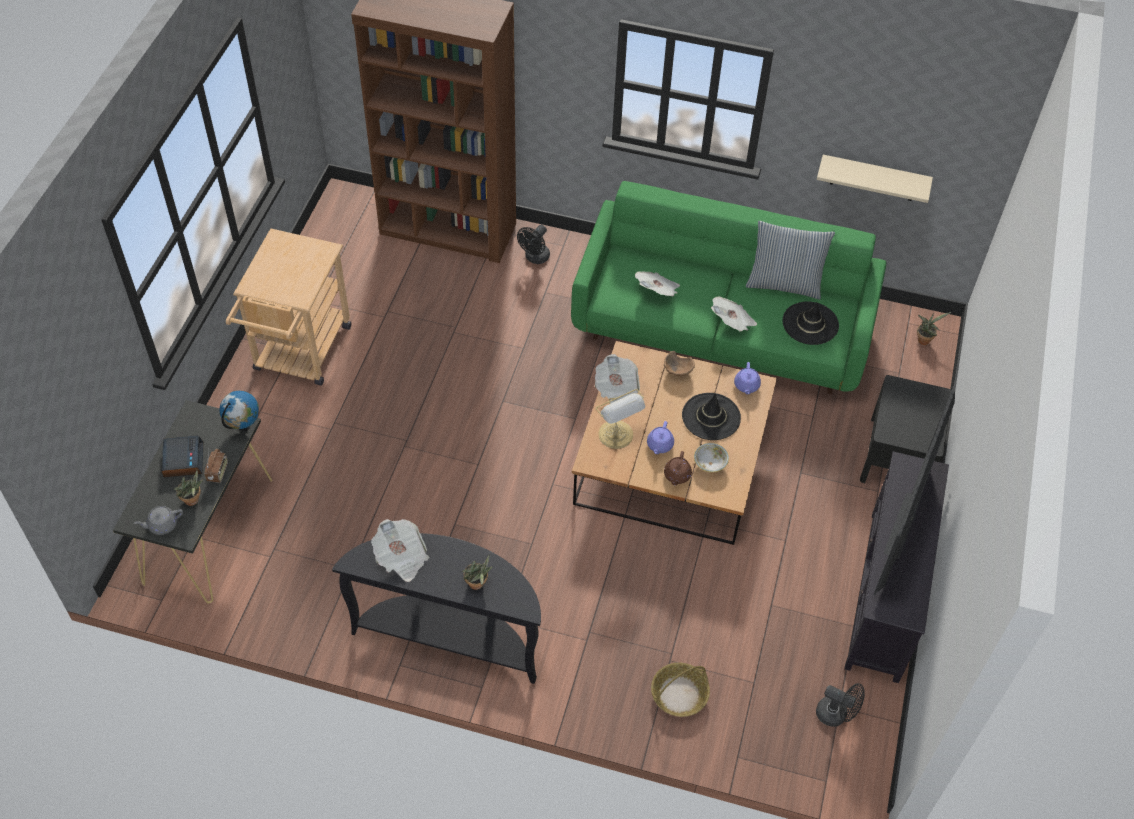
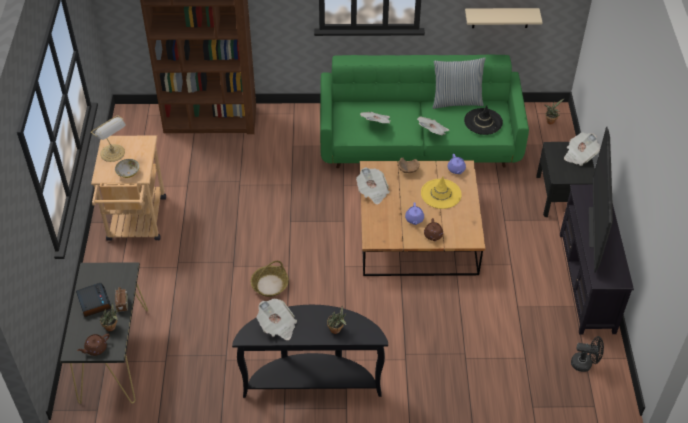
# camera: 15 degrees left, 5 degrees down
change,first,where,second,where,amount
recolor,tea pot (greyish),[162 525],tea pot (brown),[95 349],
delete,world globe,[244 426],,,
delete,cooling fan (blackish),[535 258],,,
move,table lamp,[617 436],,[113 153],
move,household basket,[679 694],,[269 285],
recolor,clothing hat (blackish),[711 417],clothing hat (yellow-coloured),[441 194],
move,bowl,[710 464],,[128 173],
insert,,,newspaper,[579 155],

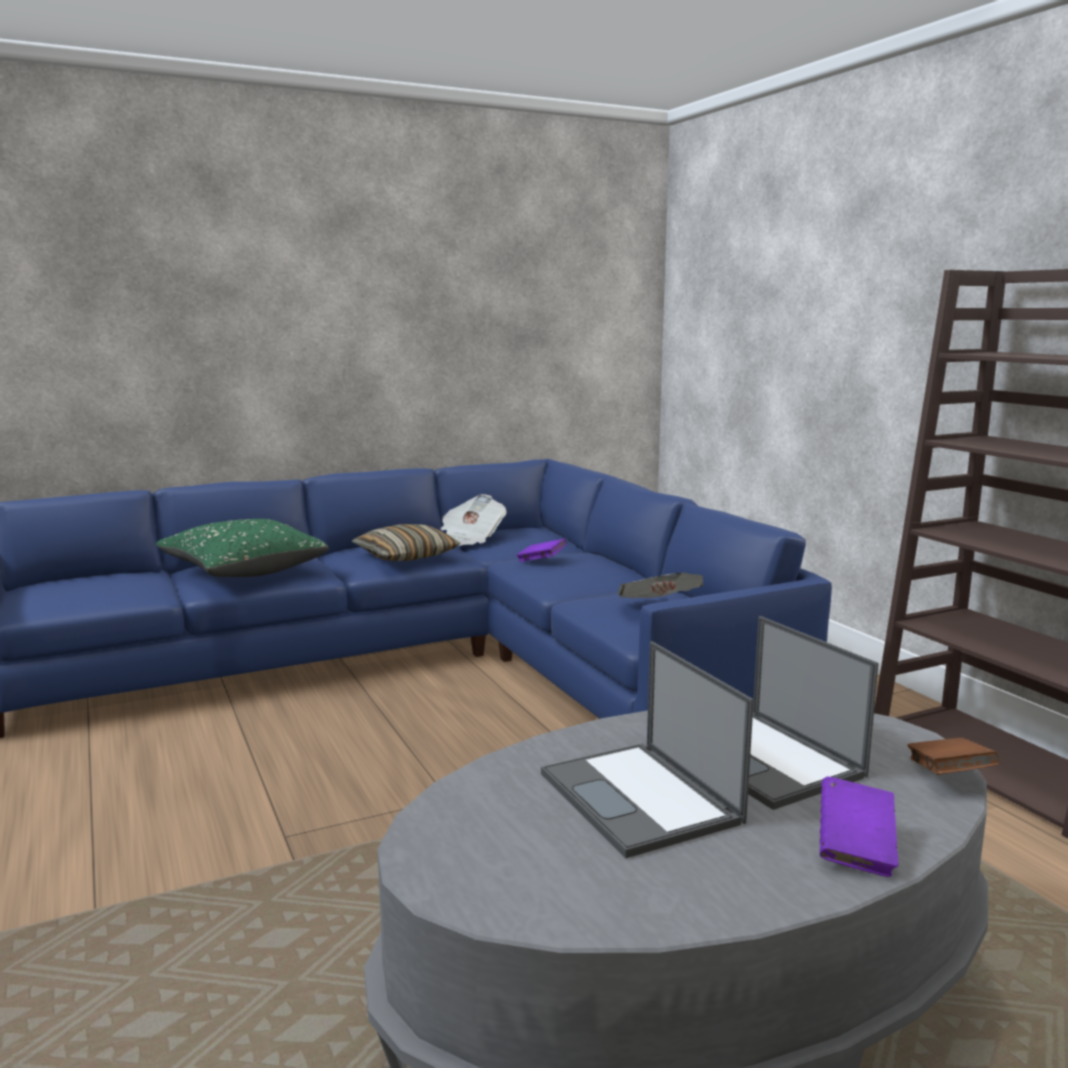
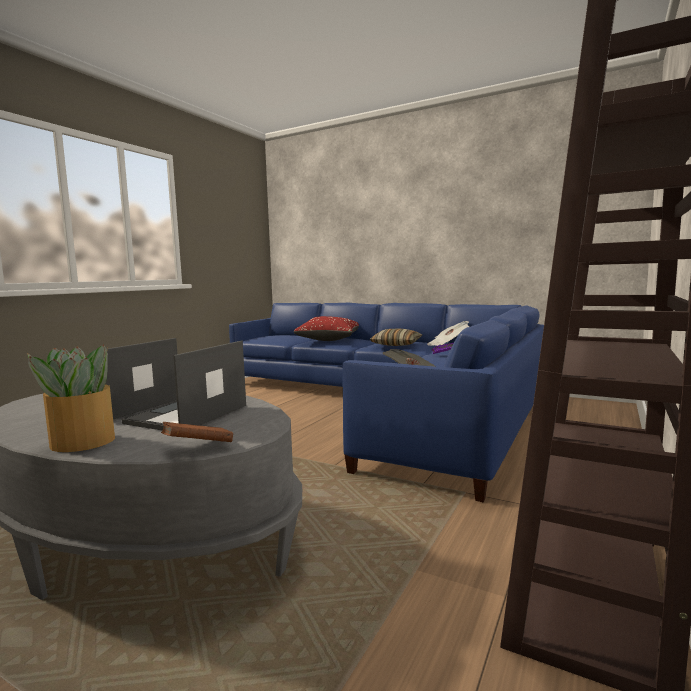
# camera: 55 degrees right, 5 degrees down
change,first,where,second,where,amount
recolor,cushion (green-coloured),[244 570],cushion (red-coloured),[329 340],
replace,volume (purple-coloured),[855 849],potted plant,[81 442],

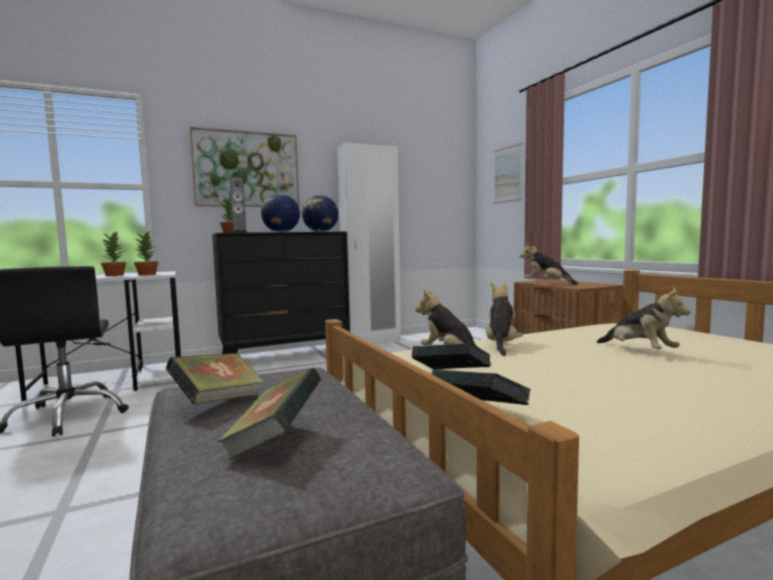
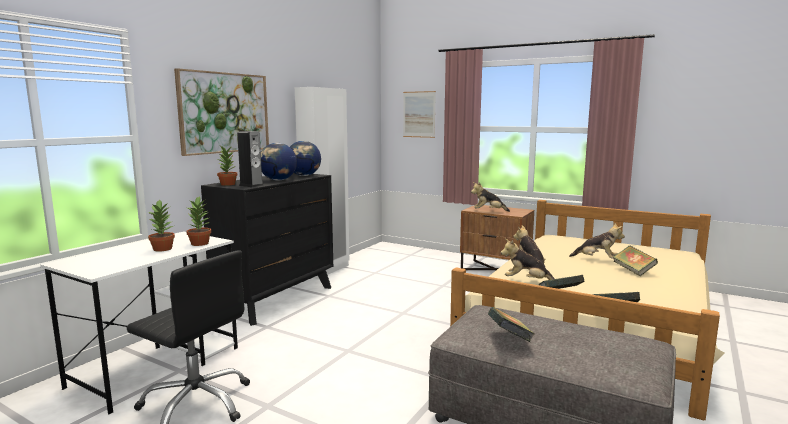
# camera: 35 degrees left, 5 degrees up
change,first,where,second,where,amount
move,volume,[275 441],,[633 271],

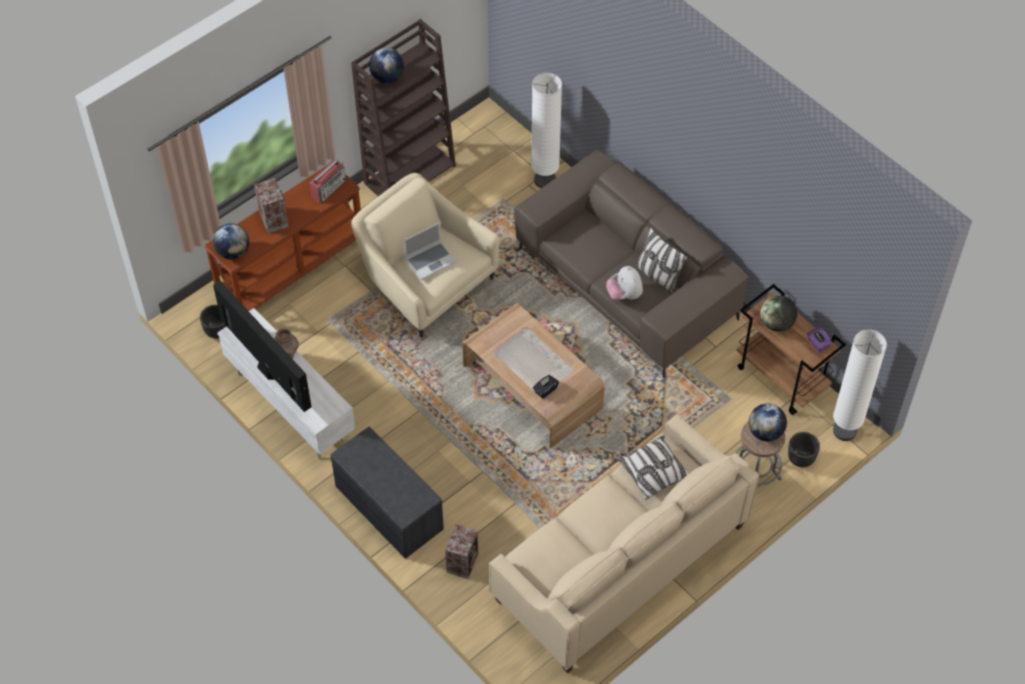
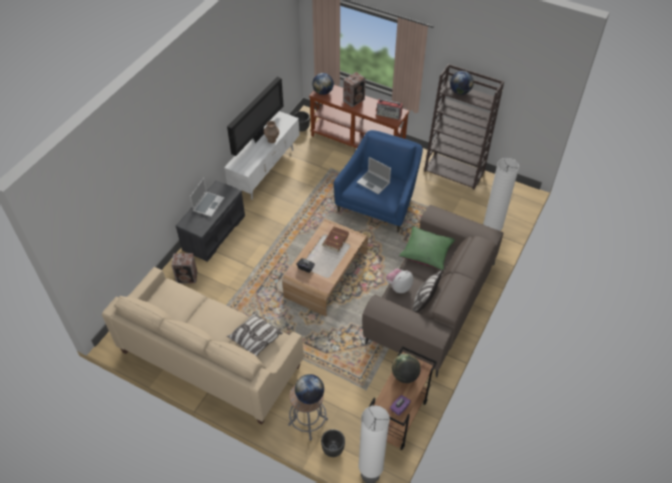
# camera: 70 degrees right, 5 degrees down
change,first,where,second,where,amount
recolor,lounge chair (beige),[424 281],lounge chair (blue),[379 201],
insert,,,portable computer,[208 204],
insert,,,volume (brown),[335 239],
insert,,,cushion (green-coloured),[426 252],

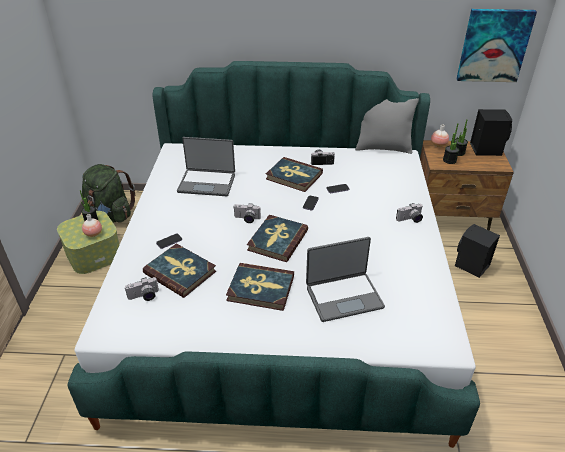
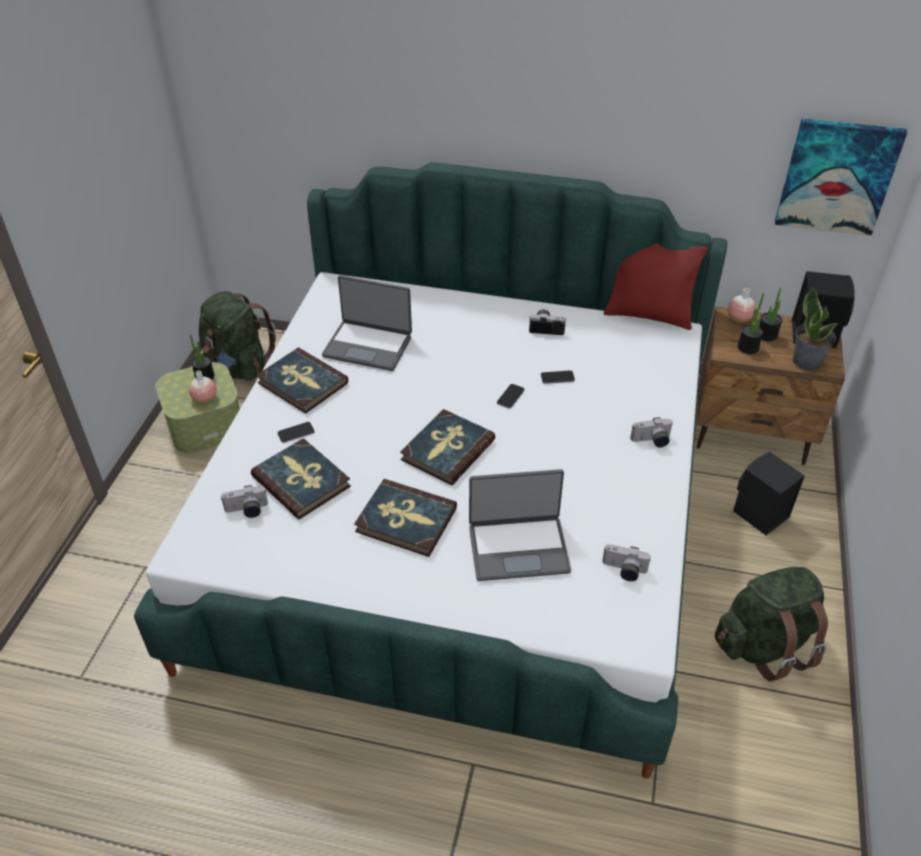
# camera: 10 degrees right, 5 degrees up
change,first,where,second,where,amount
move,photo camera,[246 219],,[623 571],
move,volume,[294 176],,[302 383],
recolor,cushion (greyish),[383 148],cushion (red-coloured),[648 315],
insert,,,backpack (green-coloured),[764 645],
insert,,,potted plant,[806 361],

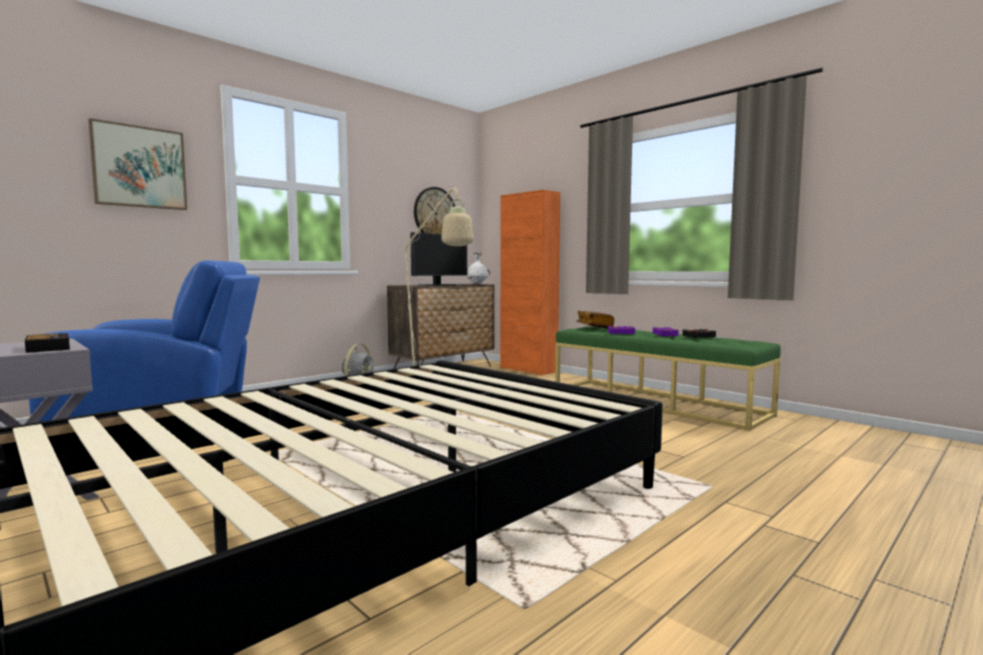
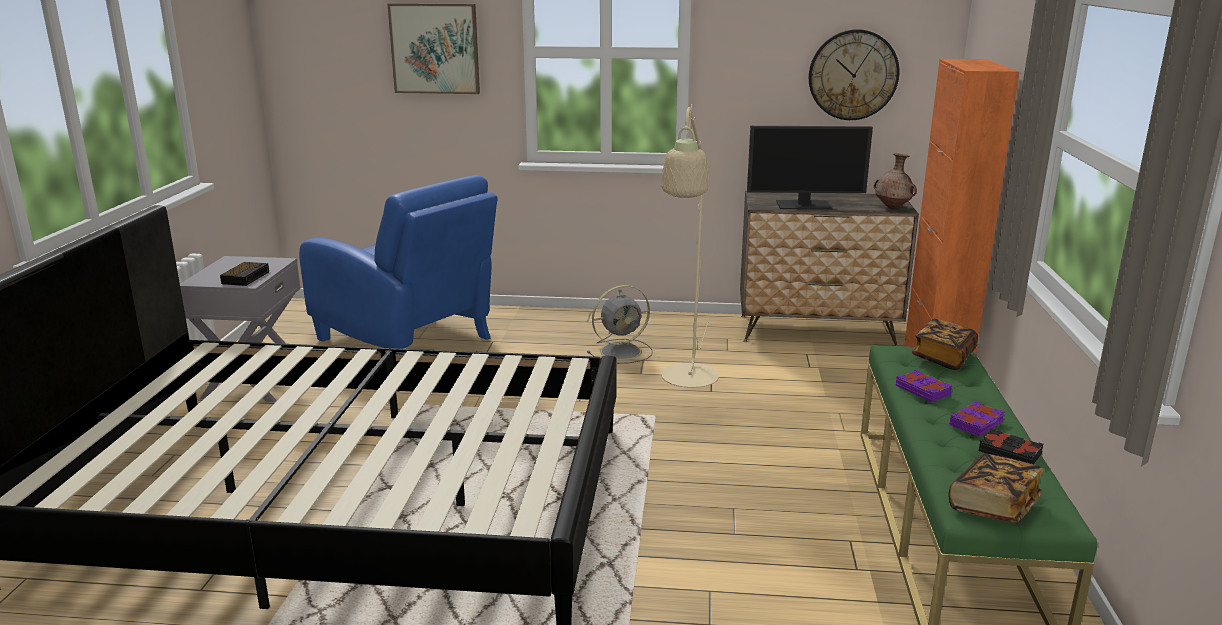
# camera: 50 degrees right, 15 degrees up
change,first,where,second,where,amount
recolor,flower vase (whitish),[477 284],flower vase (brown),[893 207],
insert,,,volume,[993 505],

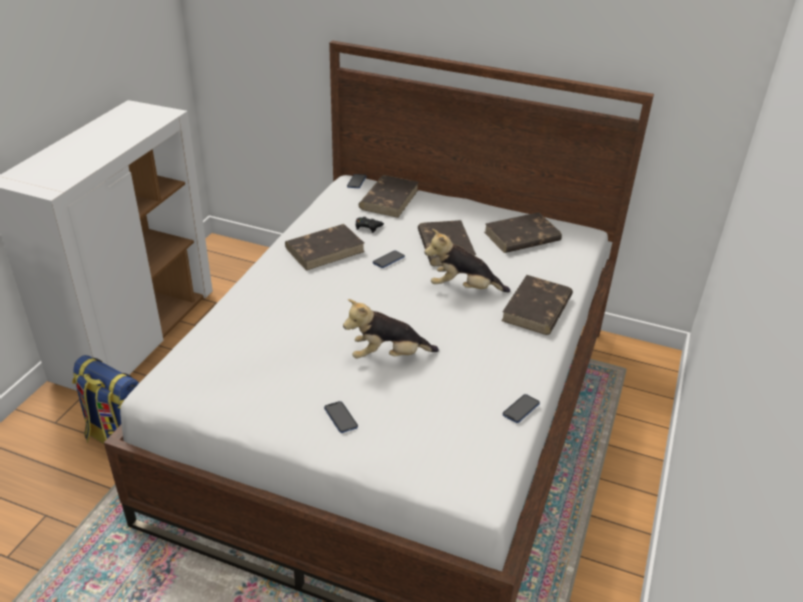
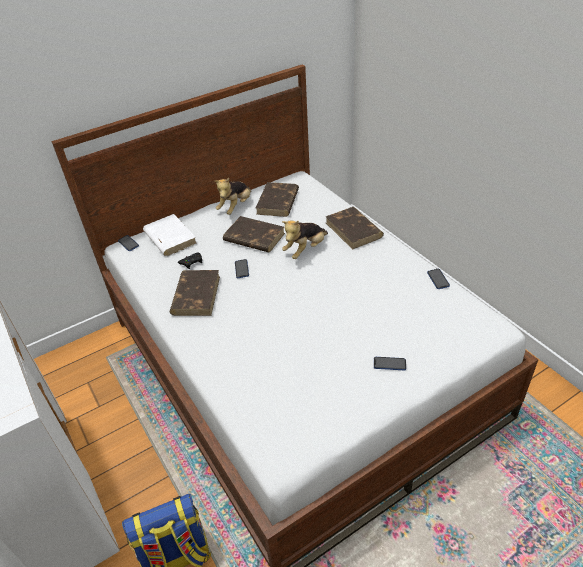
# camera: 50 degrees left, 5 degrees up
change,first,where,second,where,amount
move,plush toy,[388 356],,[235 207],
recolor,volume (brown),[389 199],volume (whitish),[169 237],

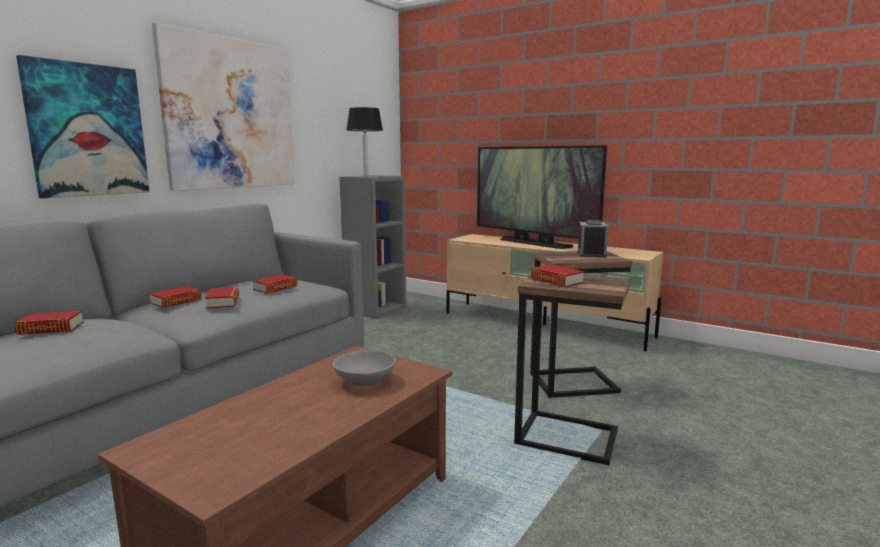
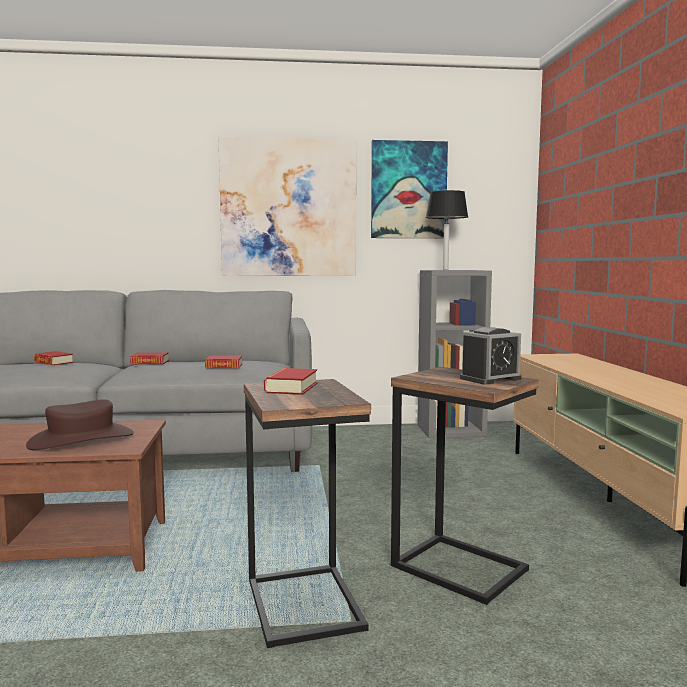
# camera: 50 degrees right, 5 degrees down
change,first,where,second,where,amount
move,wall art,[87 130],,[408 190],
delete,volume,[223 302],,,
replace,bowl (greyish),[365 381],clothing hat (brown),[81 439],
delete,television,[533 243],,,

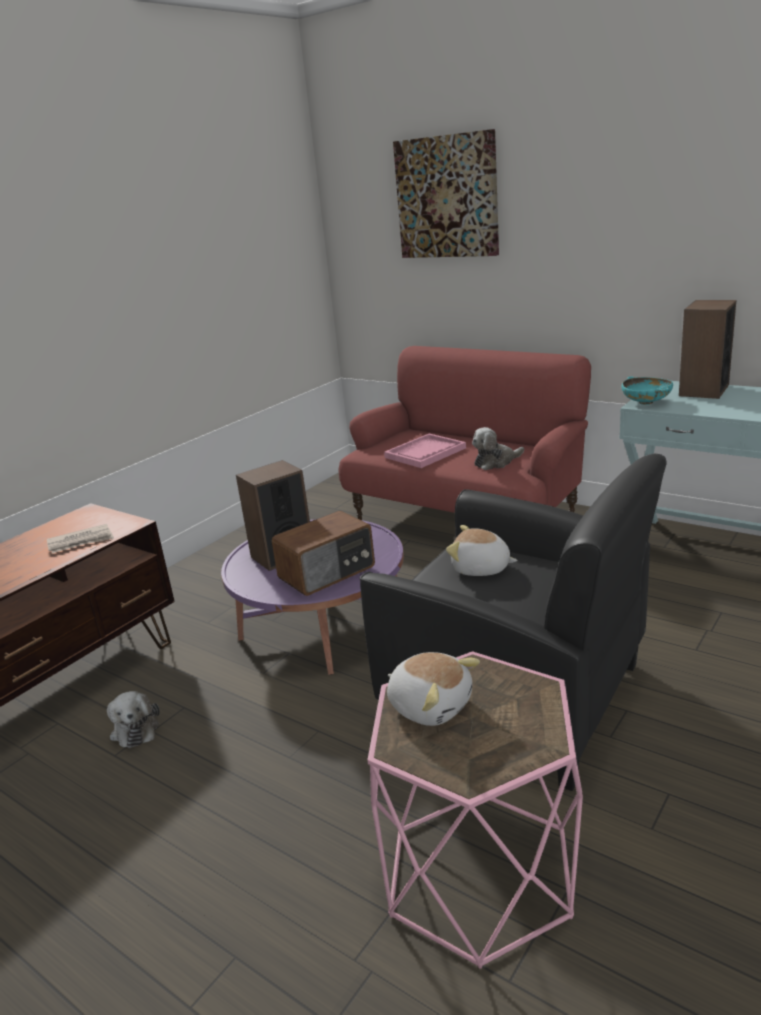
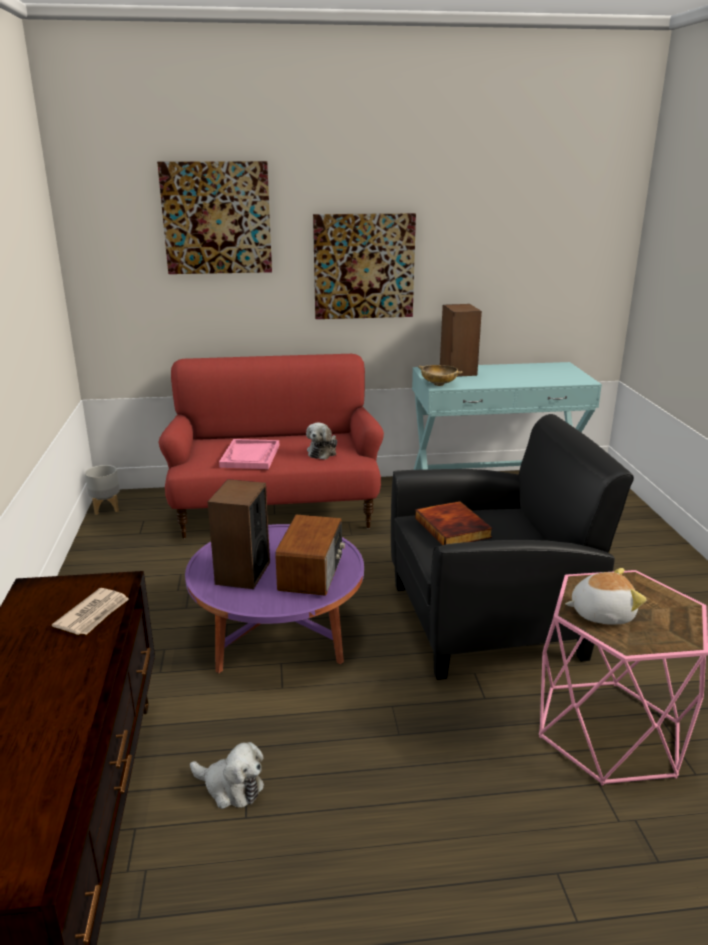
# camera: 45 degrees left, 0 degrees up
change,first,where,second,where,amount
replace,plush toy,[481 569],volume,[454 528],
recolor,bowl (blue-green),[646 403],bowl (beige),[439 384],
insert,,,plant pot (greyish),[106 508],
insert,,,wall art,[363 266],

